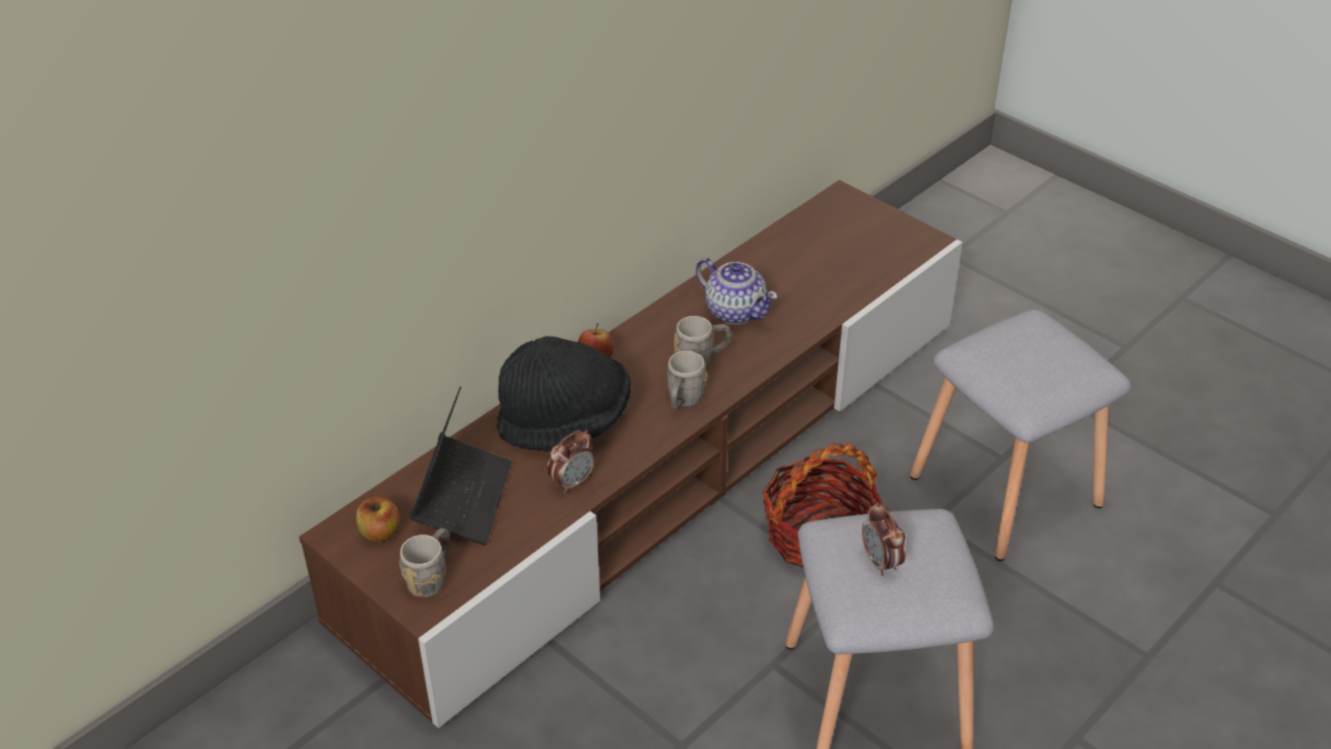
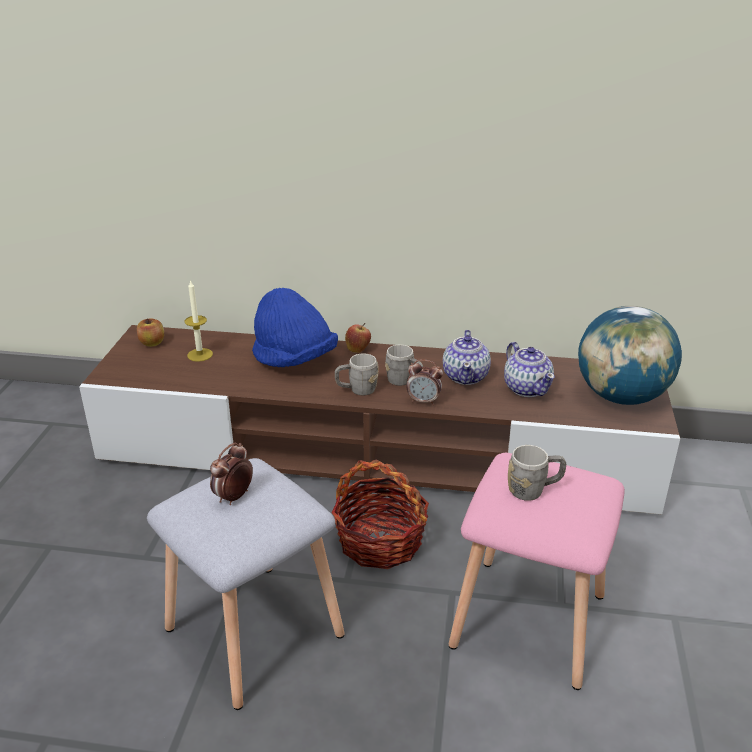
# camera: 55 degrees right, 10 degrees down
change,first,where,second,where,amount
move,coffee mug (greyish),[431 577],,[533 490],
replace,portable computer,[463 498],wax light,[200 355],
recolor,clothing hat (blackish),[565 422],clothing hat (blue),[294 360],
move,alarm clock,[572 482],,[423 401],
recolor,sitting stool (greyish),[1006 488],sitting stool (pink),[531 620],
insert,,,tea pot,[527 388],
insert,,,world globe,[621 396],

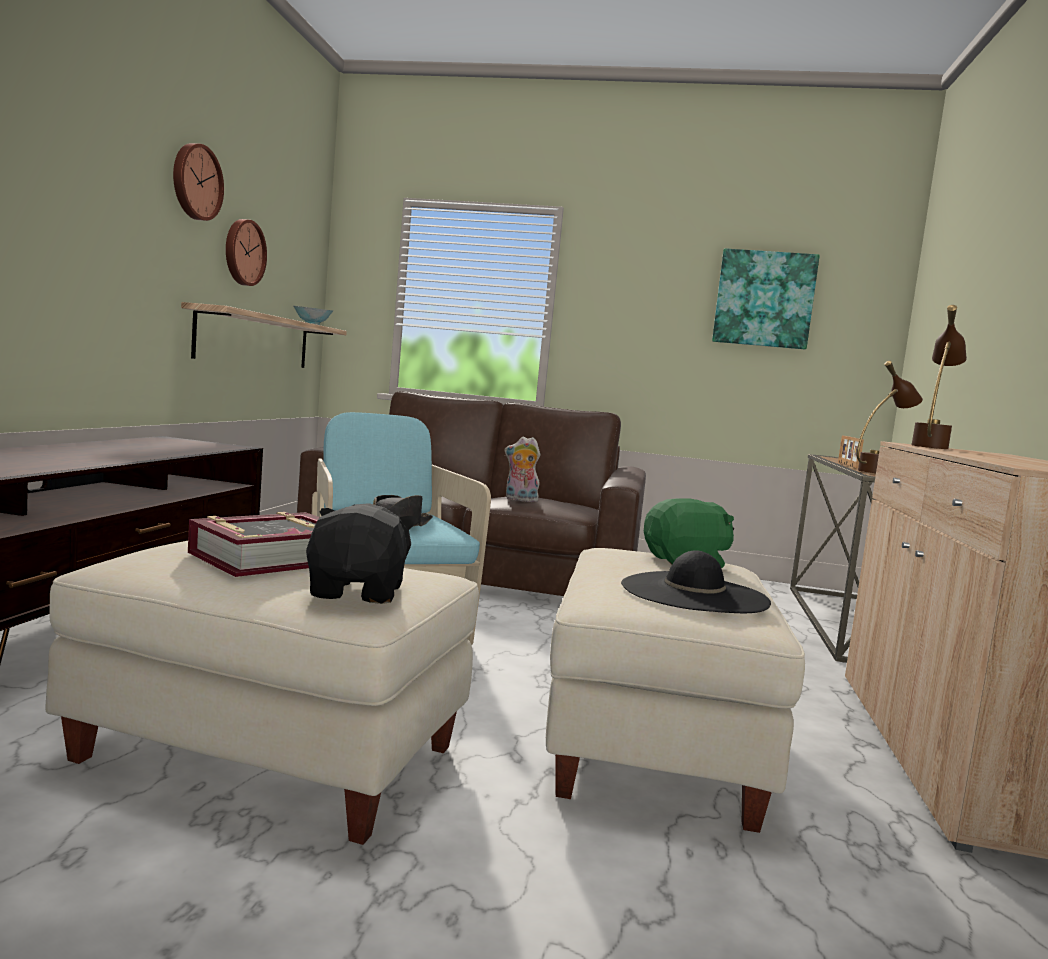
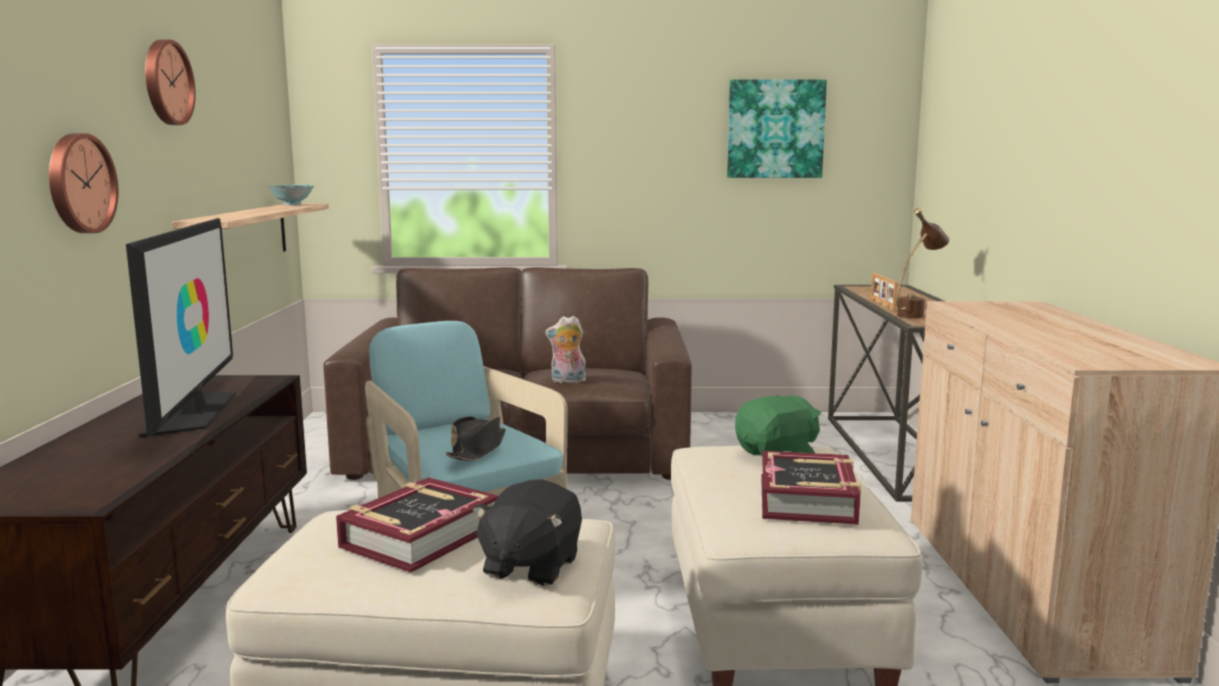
# camera: 10 degrees left, 5 degrees up
change,first,where,second,where,amount
move,clock on the wall,[243 252],,[79 183],
rotate,plush toy (blackish),[358 592],,[530 566],150 degrees counterclockwise
replace,clothing hat (blackish),[694 593],volume,[808 500],
delete,table lamp (brown),[931 447],,,
insert,,,television,[193 411],

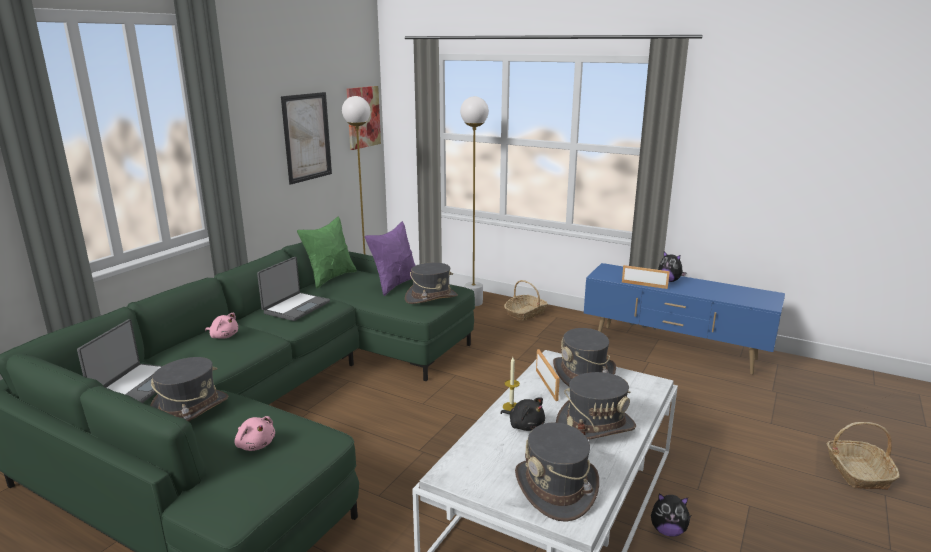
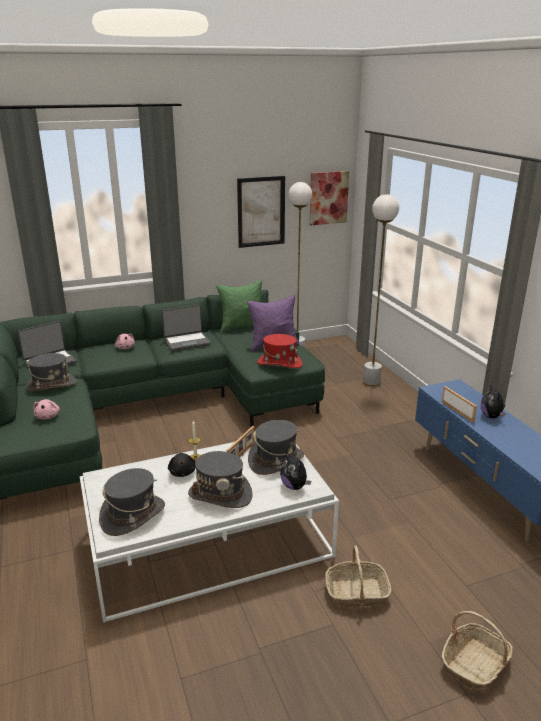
# camera: 40 degrees right, 5 degrees up
change,first,where,second,where,amount
recolor,clothing hat (greyish),[431 298],clothing hat (red-coloured),[279 363],
move,household basket,[525 313],,[356 593],
move,plush toy,[668 531],,[294 486],

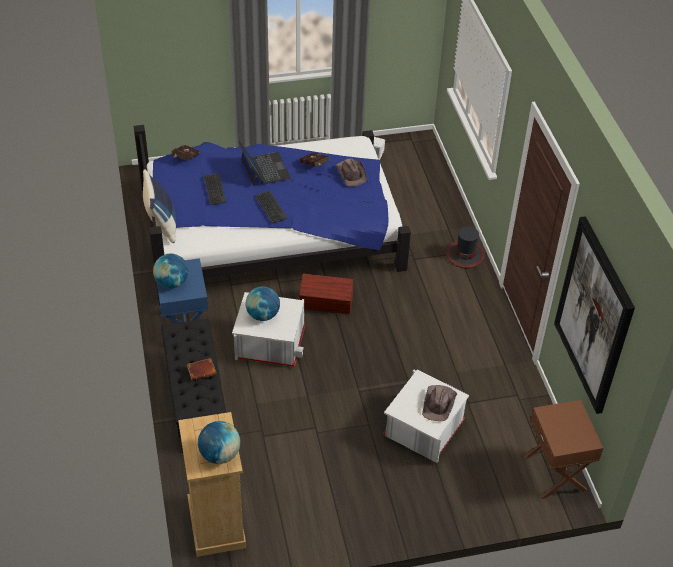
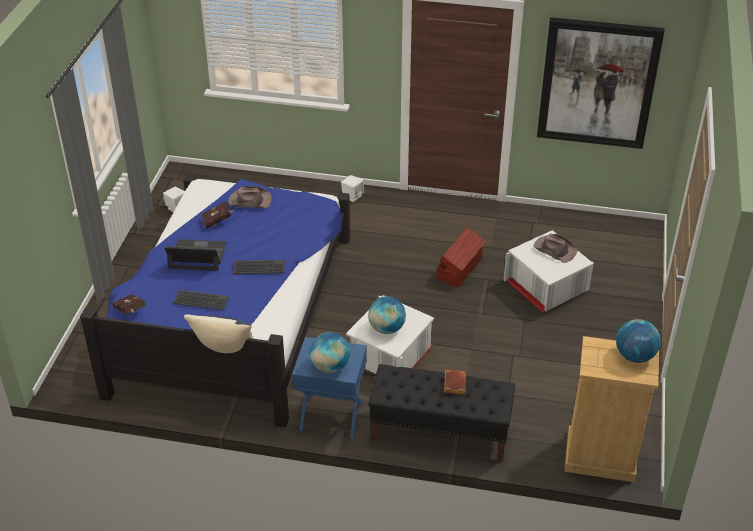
# camera: 65 degrees left, 5 degrees down
change,first,where,second,where,amount
move,storage container (brown),[326 303],,[460 268],
replace,clothing hat,[465 254],speaker (whitish),[352 196],
delete,bedside table (brown),[556 473],,,

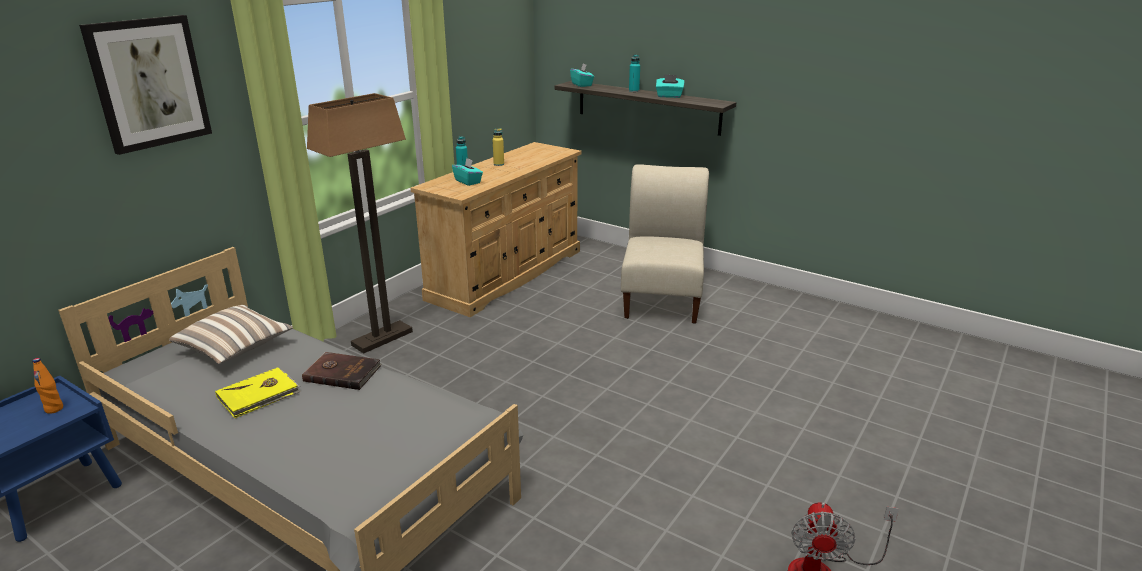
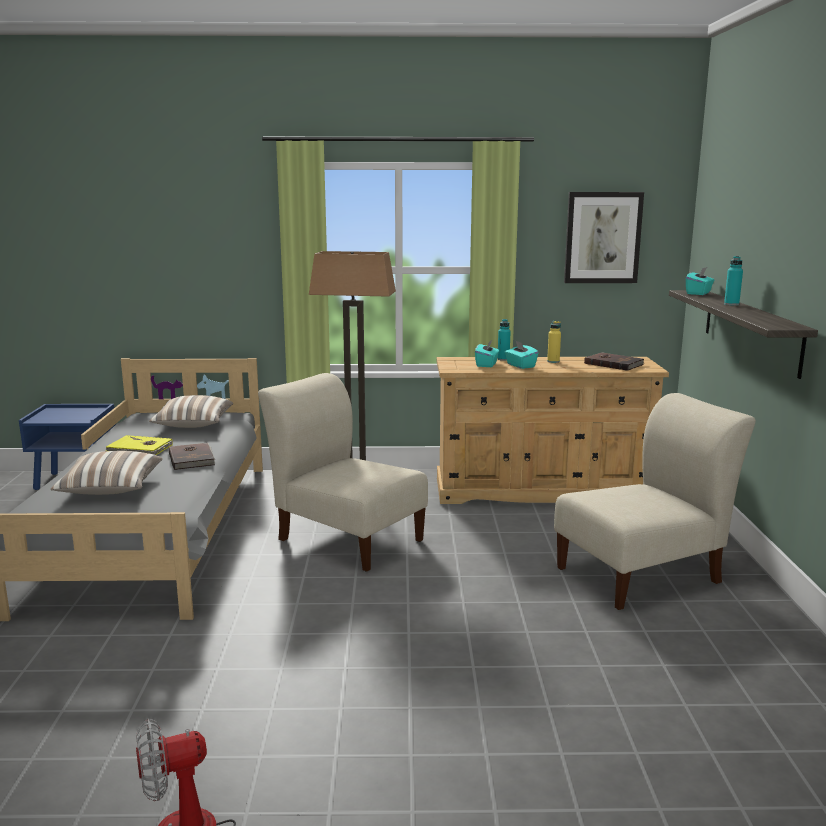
# camera: 55 degrees right, 10 degrees down
change,first,where,second,where,amount
delete,beverage bottle (orangey),[54 409],,,
move,wall art,[149 83],,[602 237],
move,tissue box (blue-green),[669 96],,[520 366],
insert,,,cushion,[110 490],
insert,,,plain chair (beige),[346 538],
insert,,,volume (brown),[613 364],

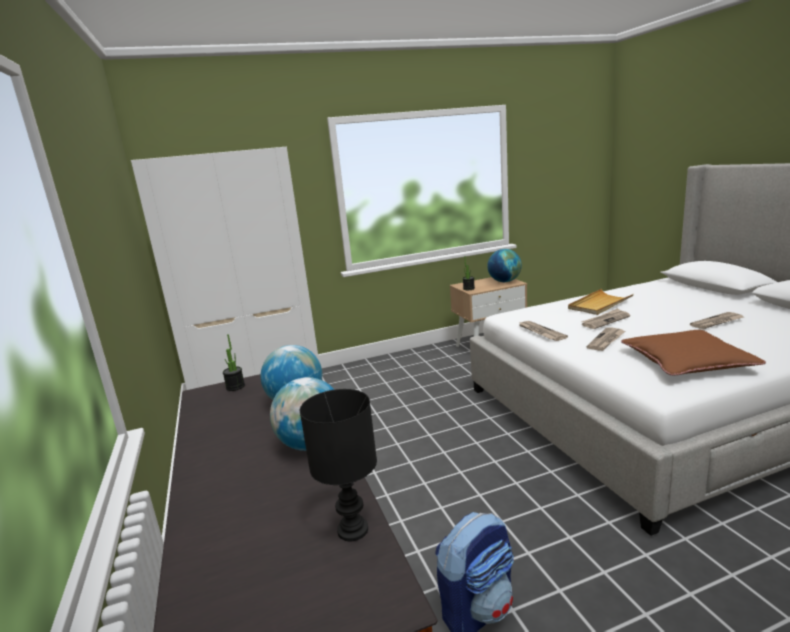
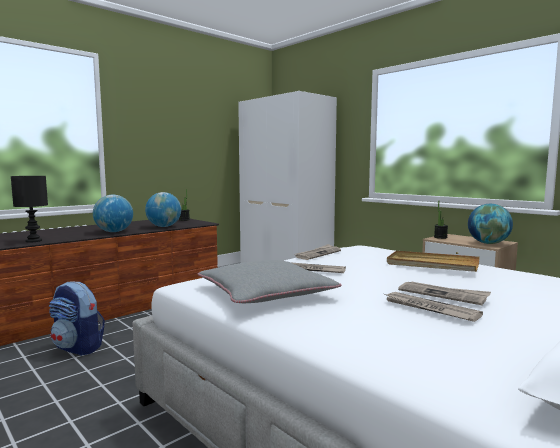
# camera: 65 degrees right, 10 degrees down
change,first,where,second,where,amount
move,newspaper,[605 320],,[443 295],
recolor,cushion (brown),[686 361],cushion (greyish),[265 292],

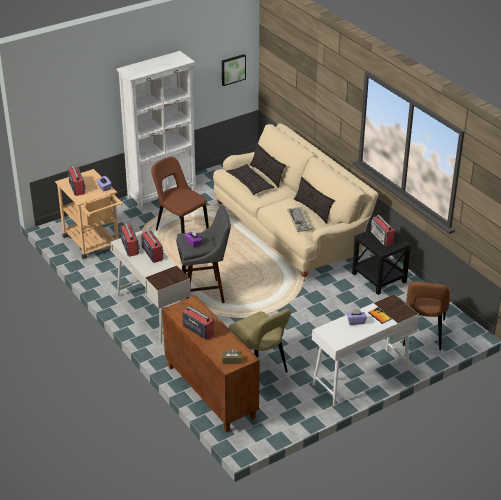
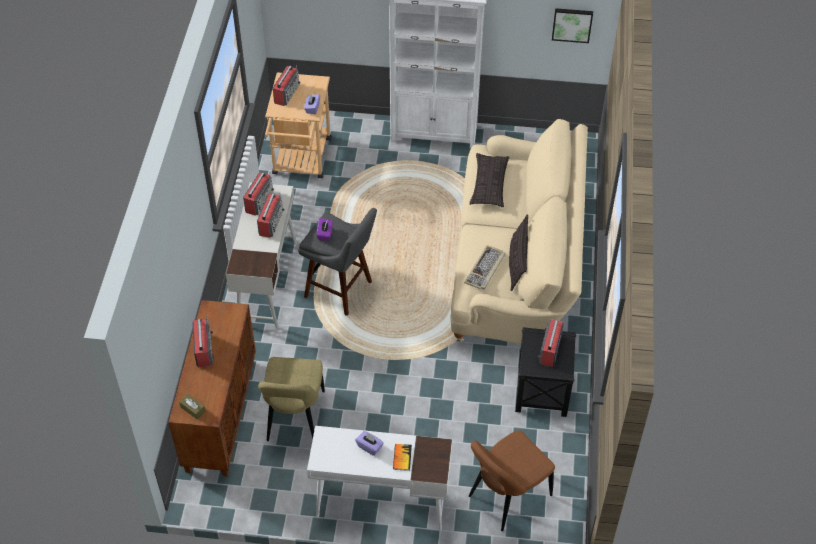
# camera: 40 degrees right, 15 degrees up
change,first,where,second,where,amount
delete,plain chair (brown),[180 231],,,
delete,cushion,[266 175],,,

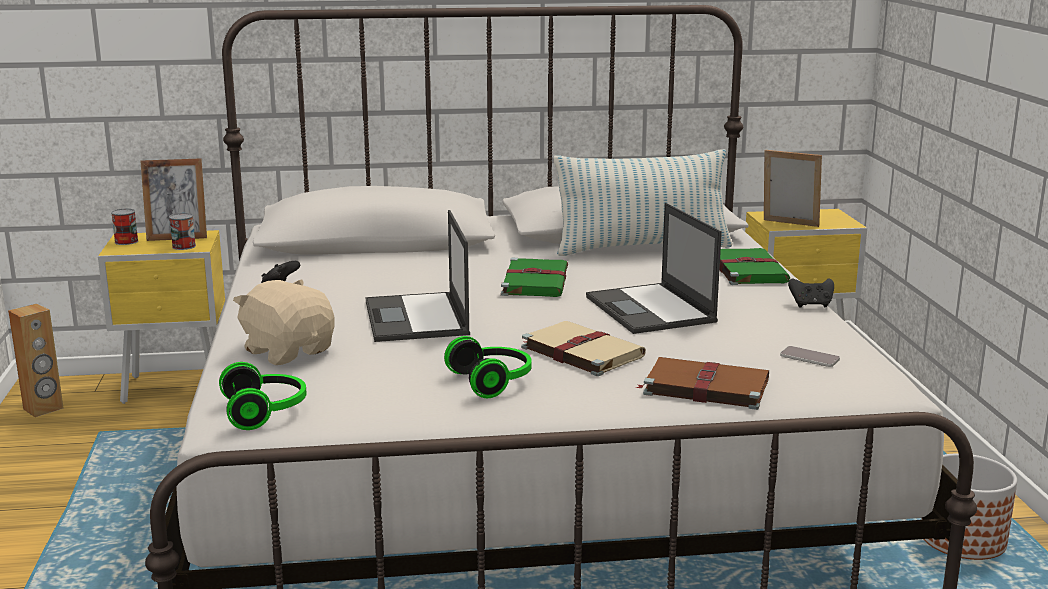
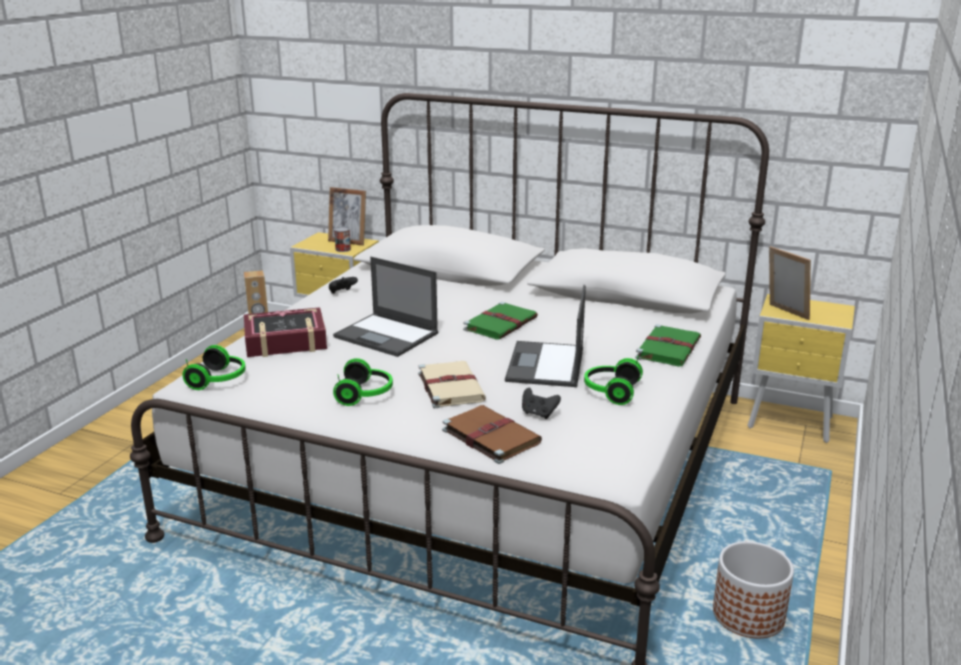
# camera: 30 degrees right, 5 degrees up
change,first,where,second,where,amount
delete,sealed can,[126 241],,,
replace,plush toy (beige),[288 351],volume,[285 341],
rotate,portable computer,[417 318],,[387 335],75 degrees counterclockwise
delete,cushion,[642 248],,,
delete,telephone,[809 358],,,
move,gamepad (blackish),[811 305],,[538 414],
insert,,,headphones,[610 391],

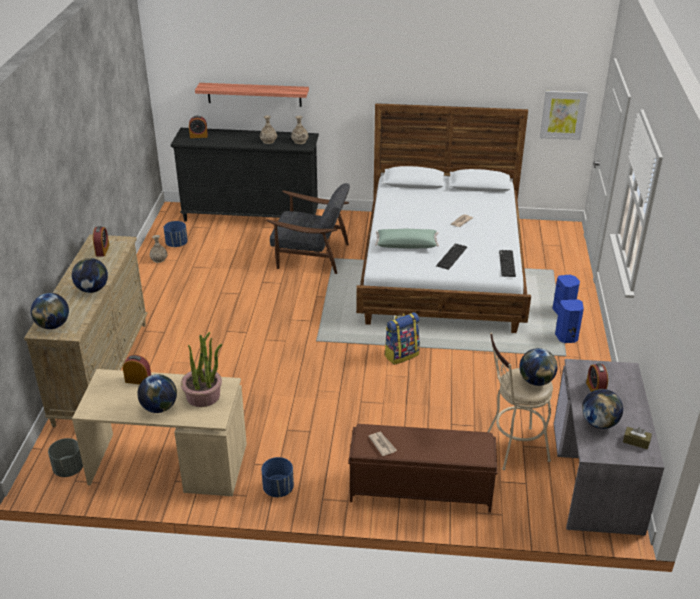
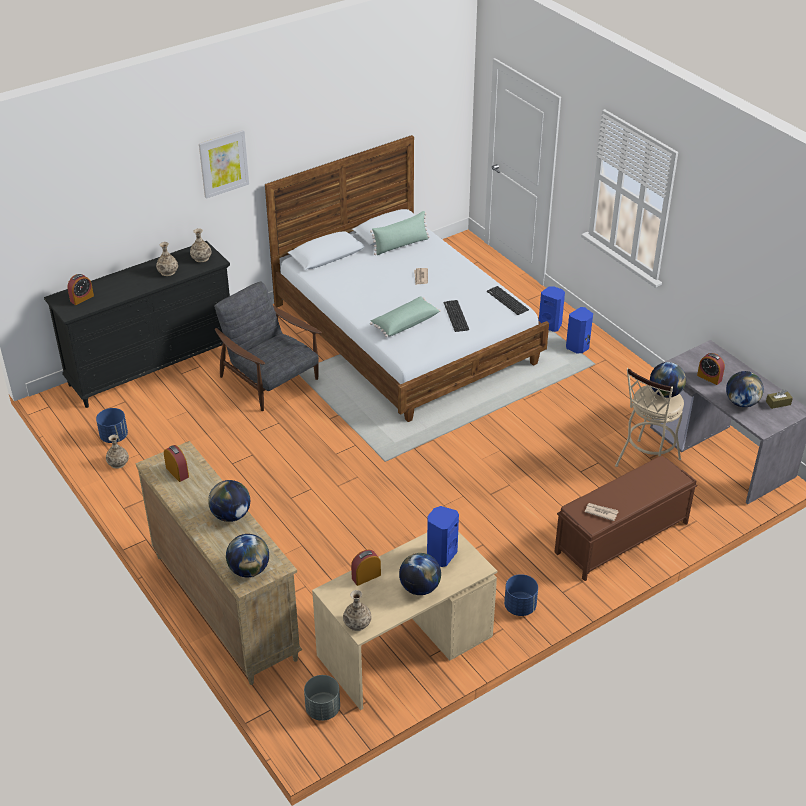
# camera: 40 degrees left, 5 degrees up
change,first,where,second,where,amount
replace,potted plant,[203 396],speaker (blue),[441 555],
delete,bracket shelf,[254 94],,,
rotate,lounge chair (greyish),[310 255],,[270 380],105 degrees counterclockwise
delete,backpack,[401 354],,,
move,wall art,[563 115],,[223 163],
insert,,,flower vase,[357 623],
insert,,,cushion (green-coloured),[401 245],

